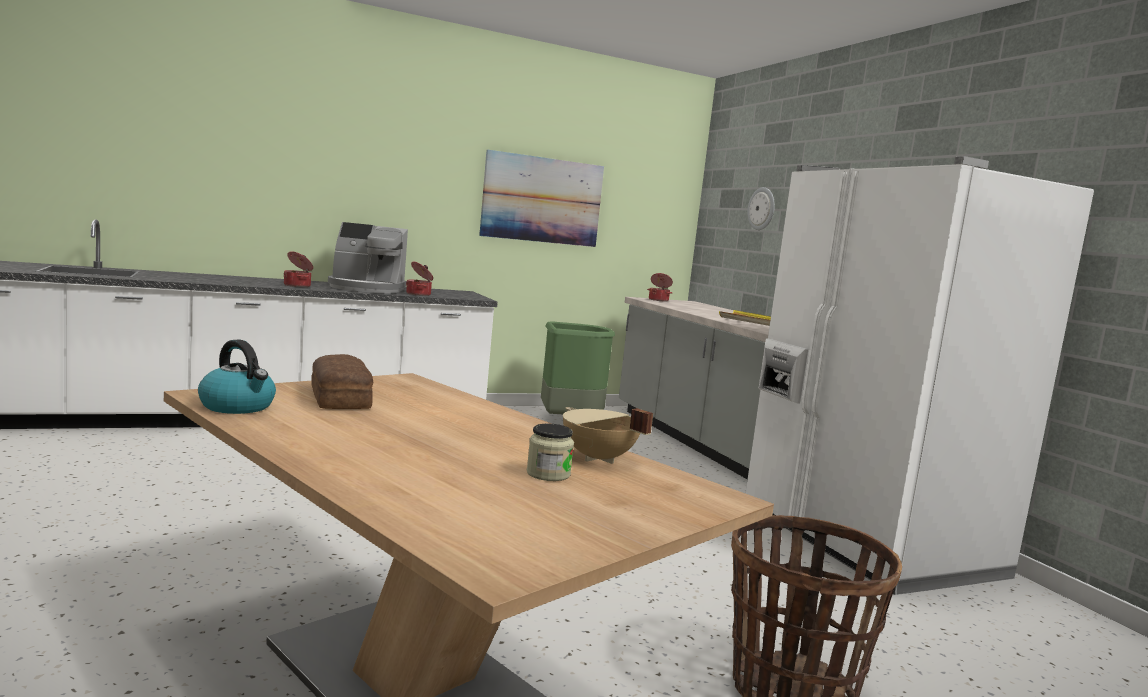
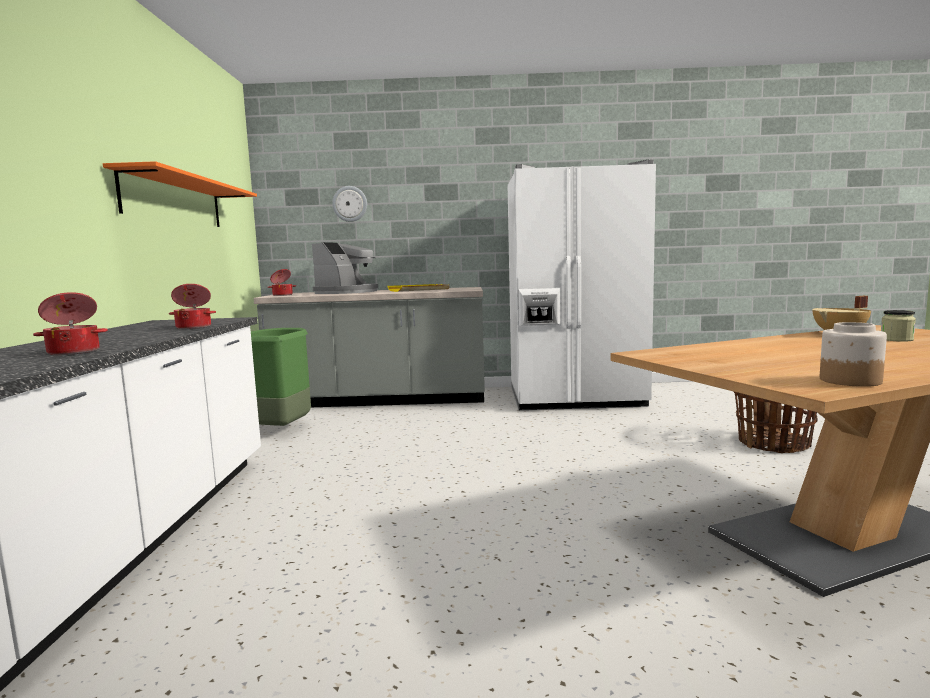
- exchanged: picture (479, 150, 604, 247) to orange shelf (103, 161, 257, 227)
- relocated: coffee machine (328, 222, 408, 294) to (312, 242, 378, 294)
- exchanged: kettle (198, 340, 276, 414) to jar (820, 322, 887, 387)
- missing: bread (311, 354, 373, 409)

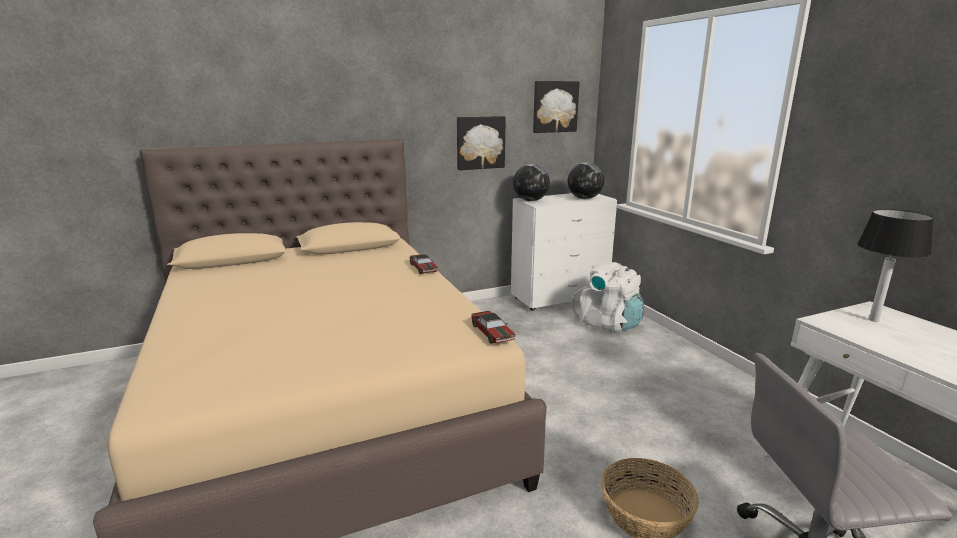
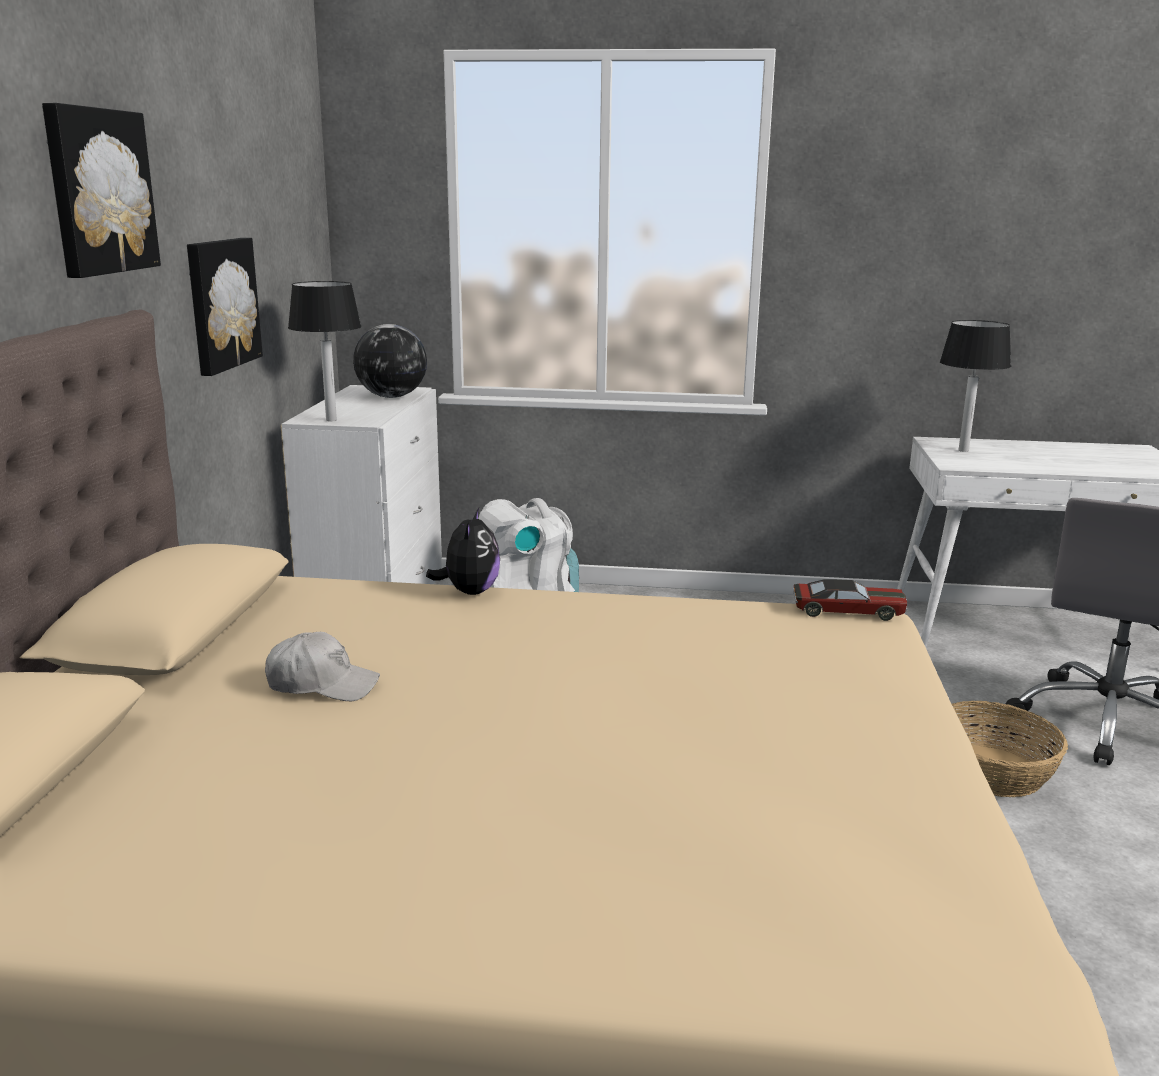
- relocated: picture (533, 81, 579, 133) to (42, 103, 161, 278)
- exchanged: globe (513, 164, 550, 201) to table lamp (288, 281, 362, 421)
- exchanged: toy car (410, 254, 438, 274) to plush toy (426, 508, 500, 595)
- appeared: white cap (265, 632, 380, 701)

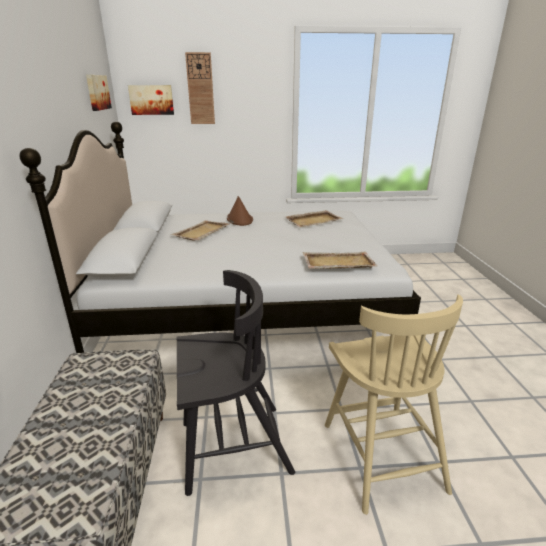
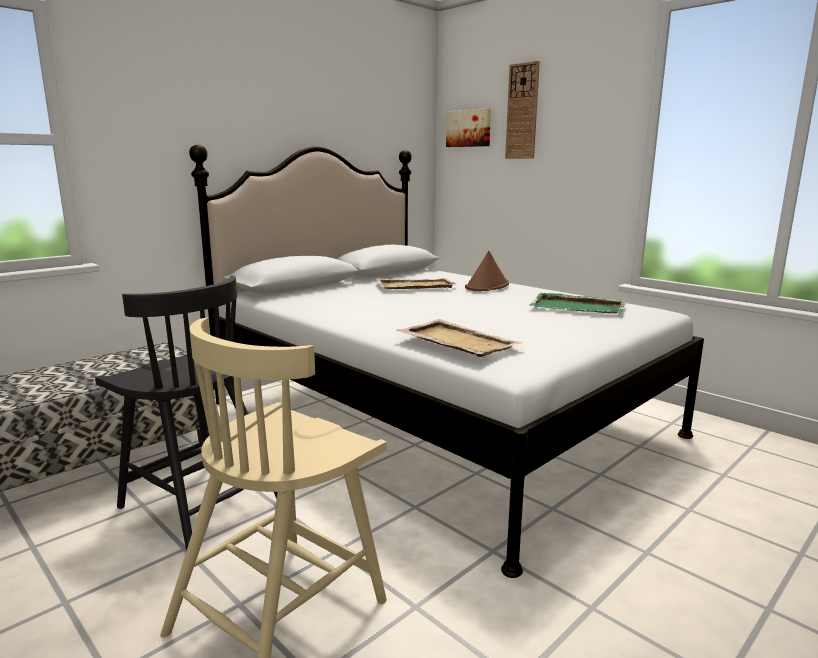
- missing: picture (86, 75, 112, 111)
- colour: beige tray (285, 210, 343, 227) to green tray (529, 293, 627, 313)

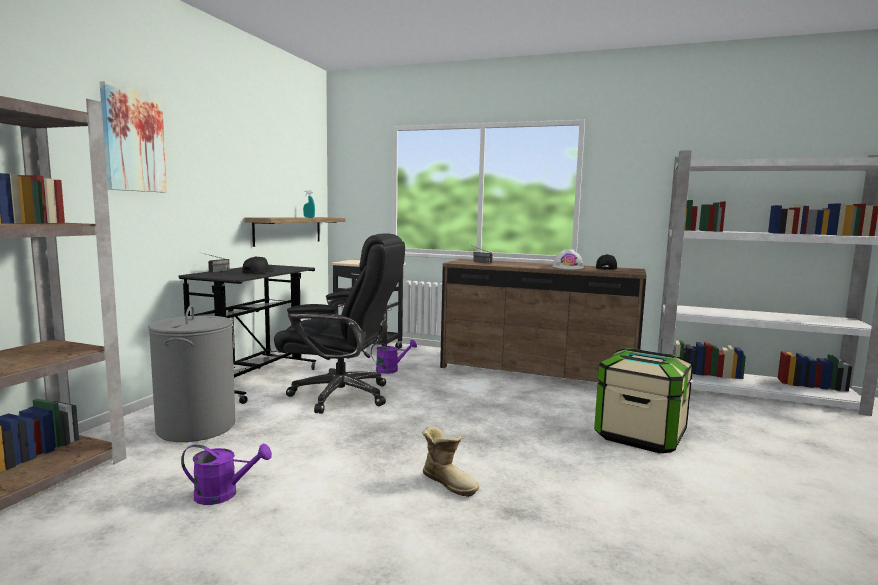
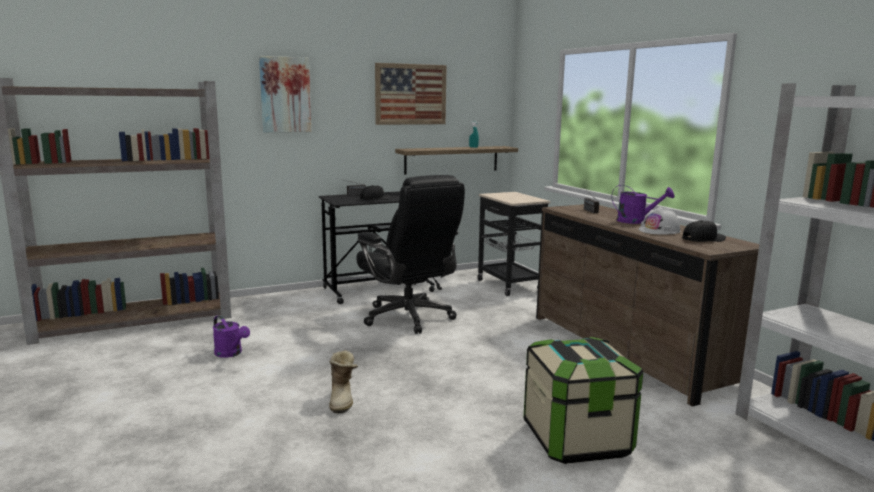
- missing: grey laundry basket (148, 305, 235, 442)
- relocated: purple watering can (371, 339, 417, 374) to (612, 185, 675, 224)
- appeared: picture (375, 63, 447, 125)

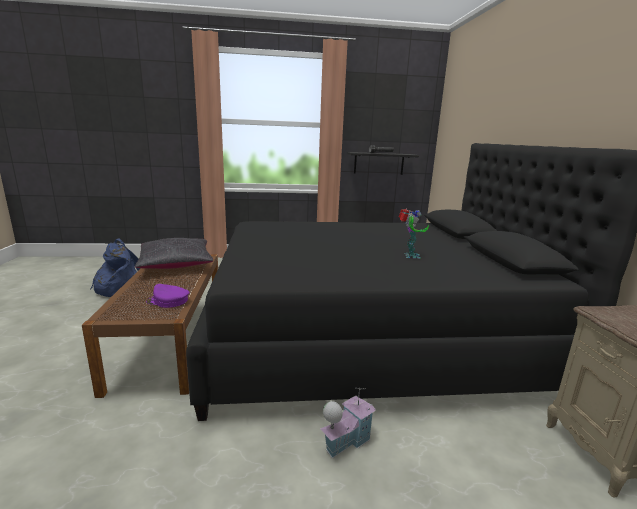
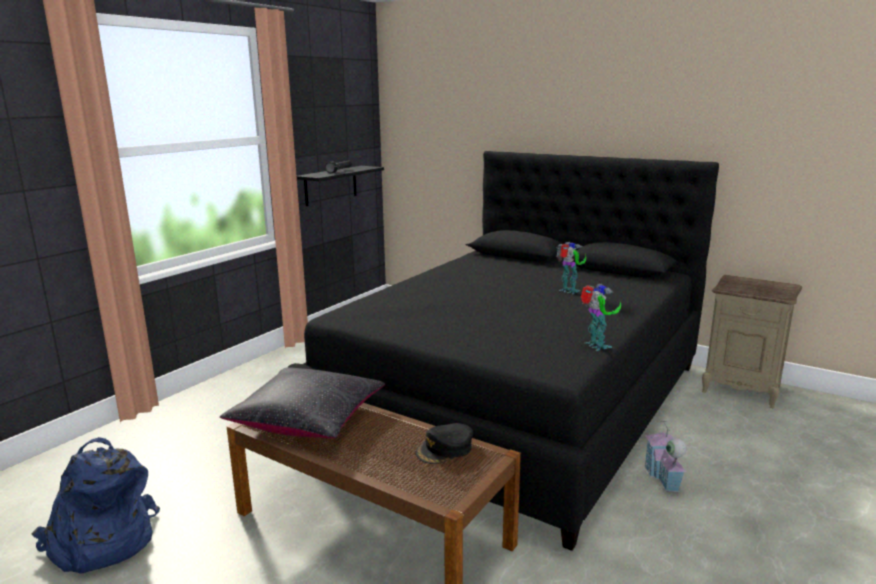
- colour: purple cap (146, 284, 189, 308) to black cap (415, 423, 473, 464)
- appeared: toy robot (580, 284, 621, 351)

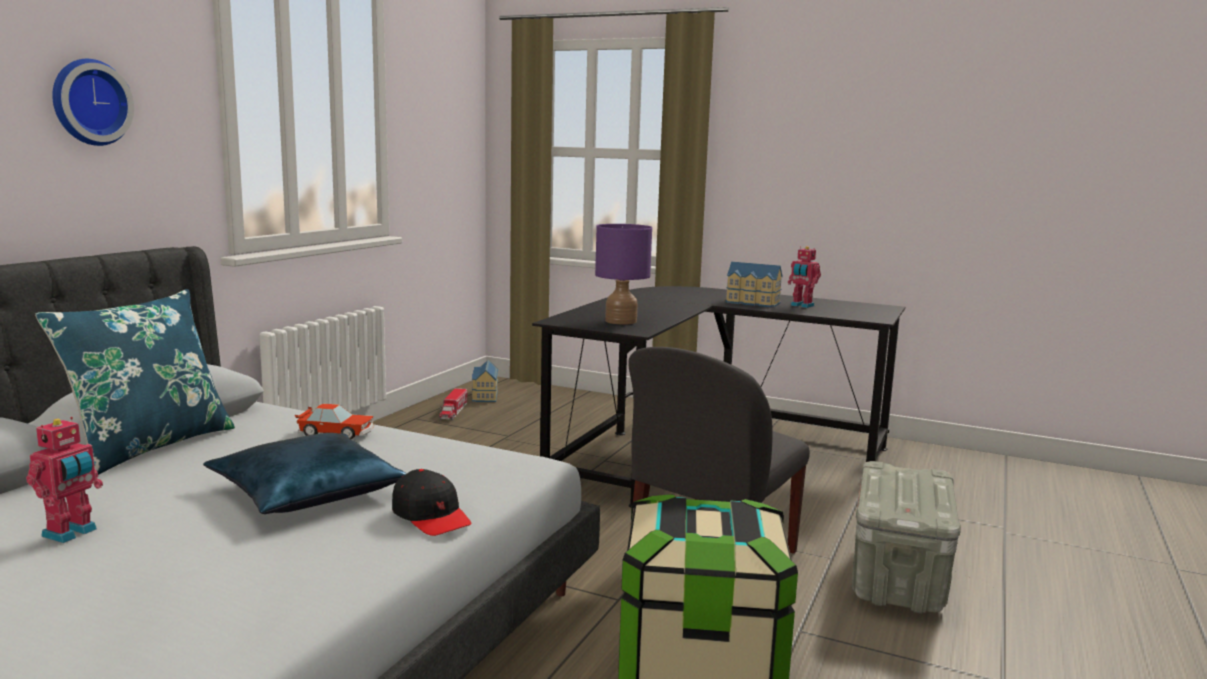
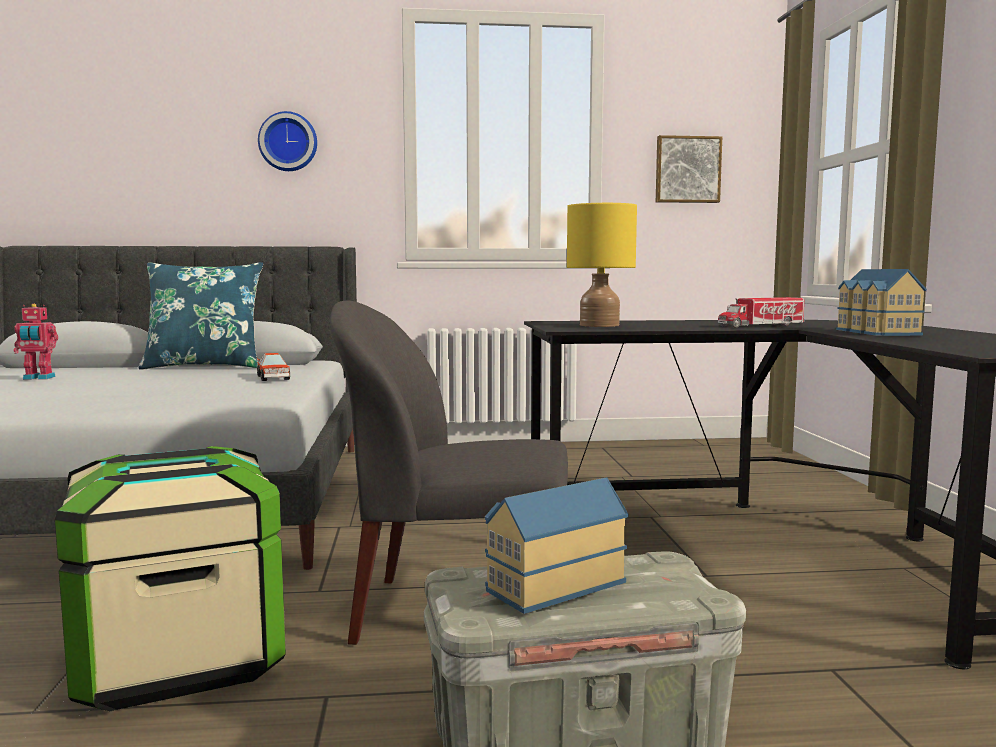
- colour: purple table lamp (595, 224, 652, 325) to yellow table lamp (567, 203, 637, 327)
- missing: toy robot (788, 246, 821, 308)
- relocated: toy house (472, 360, 498, 402) to (485, 478, 628, 614)
- relocated: toy truck (439, 388, 467, 420) to (718, 297, 805, 328)
- missing: blue pillow (203, 433, 406, 514)
- missing: black cap (392, 469, 471, 536)
- appeared: picture (656, 135, 722, 203)

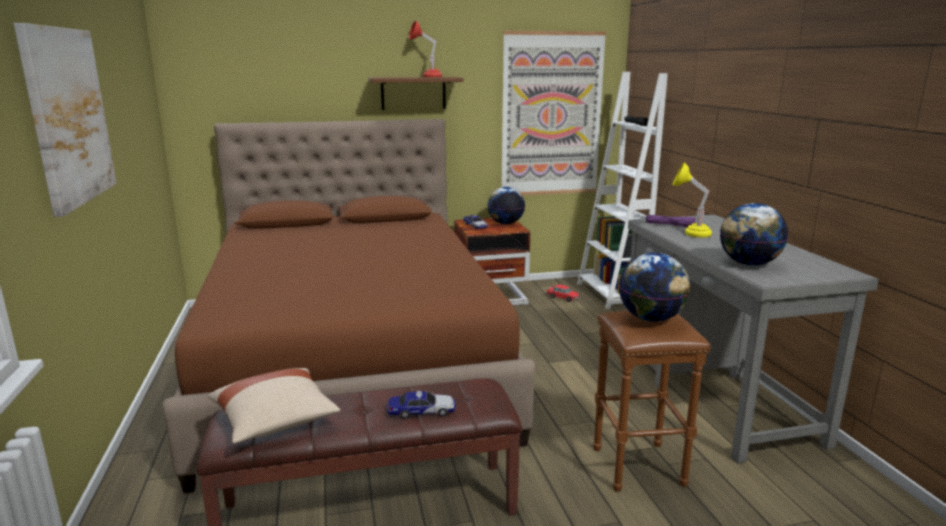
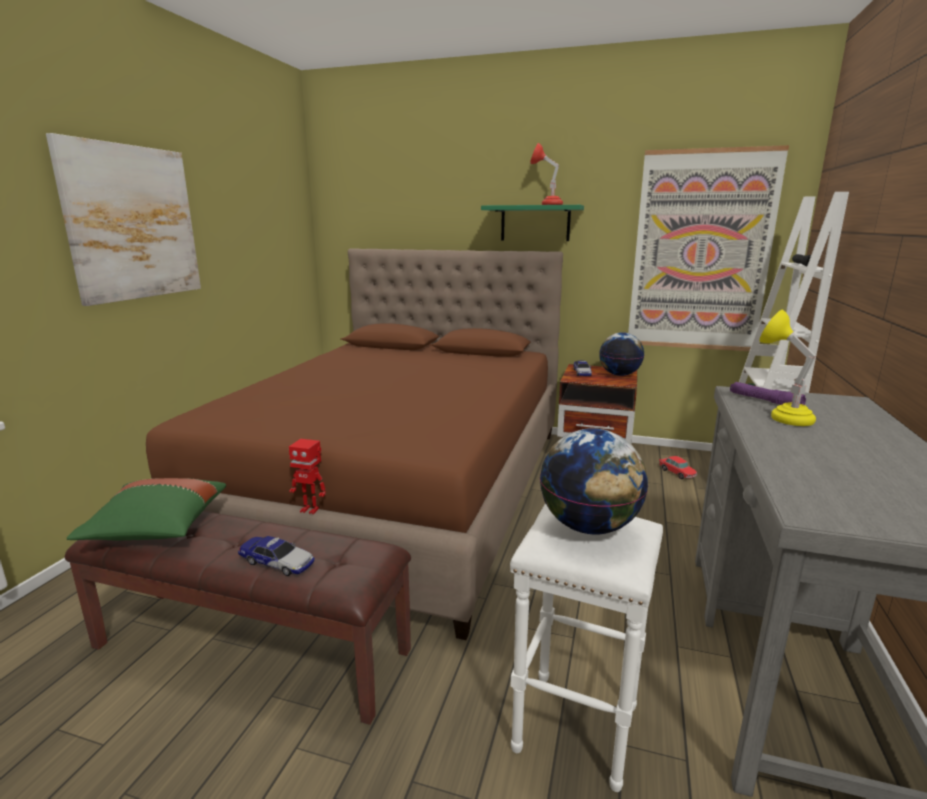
- colour: brown shelf (369, 77, 463, 110) to green shelf (481, 205, 584, 241)
- missing: globe (720, 203, 788, 266)
- colour: brown stool (593, 311, 711, 492) to white stool (510, 503, 663, 792)
- colour: beige pillow (208, 368, 341, 444) to green pillow (66, 478, 226, 541)
- appeared: toy robot (289, 439, 326, 514)

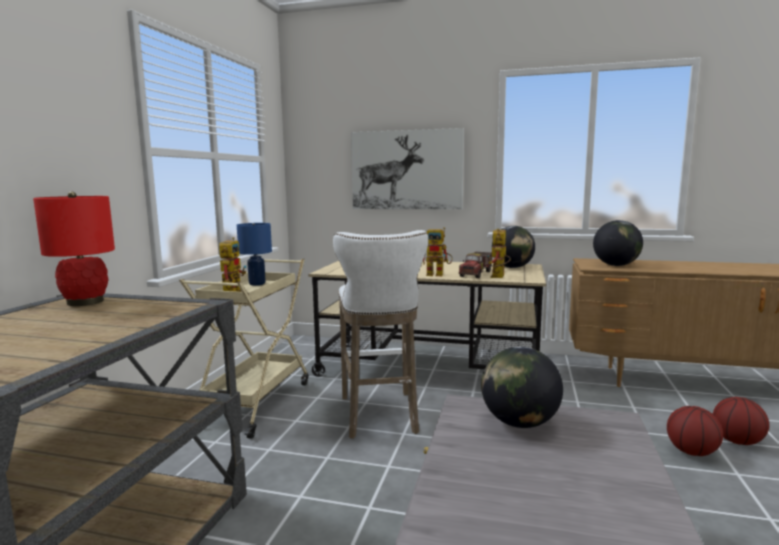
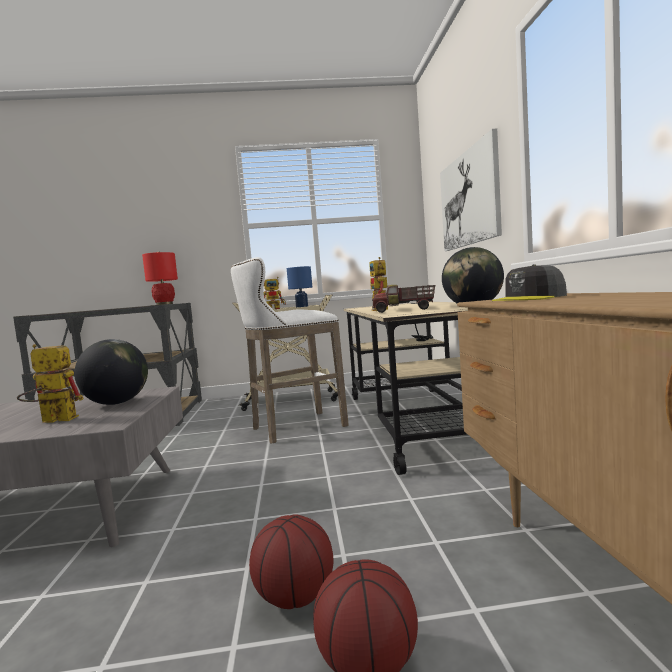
- exchanged: globe (593, 220, 643, 266) to grey cap (492, 264, 567, 301)
- relocated: toy robot (487, 229, 511, 278) to (17, 344, 84, 423)

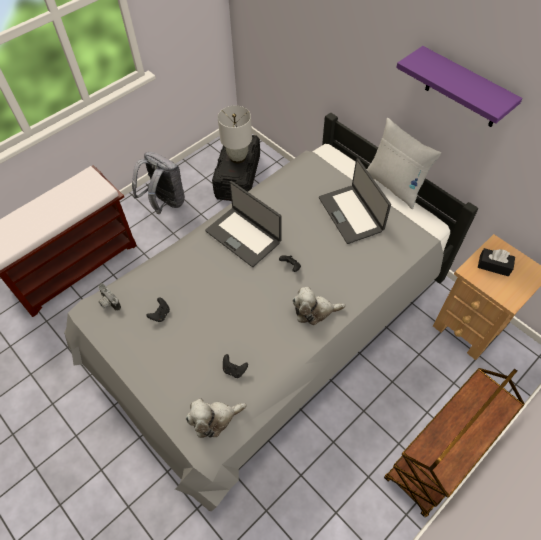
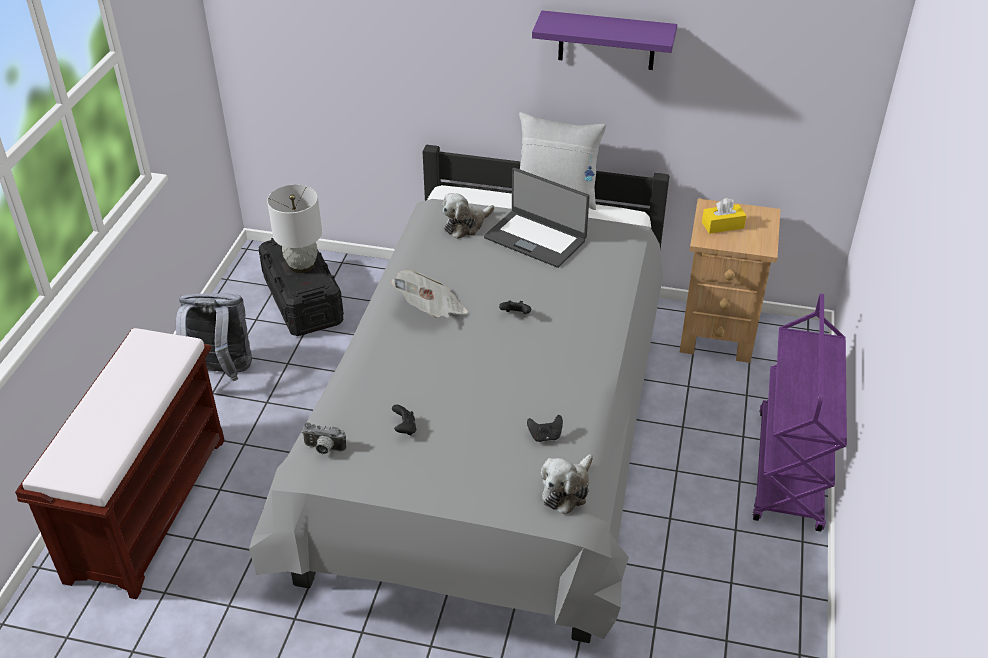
- exchanged: laptop (205, 181, 282, 267) to newspaper (391, 270, 468, 318)
- colour: black tissue box (478, 248, 515, 276) to yellow tissue box (702, 198, 747, 234)
- relocated: plush toy (292, 287, 346, 325) to (442, 193, 494, 239)
- colour: brown cart (384, 368, 525, 518) to purple cart (752, 293, 847, 532)

